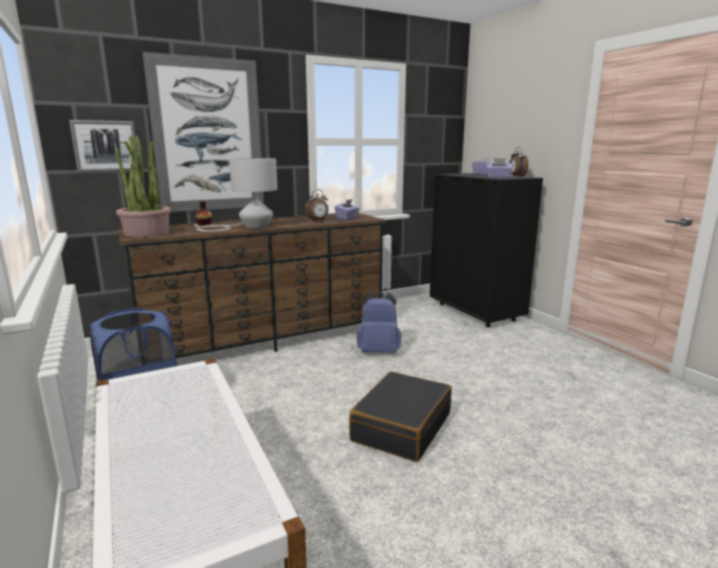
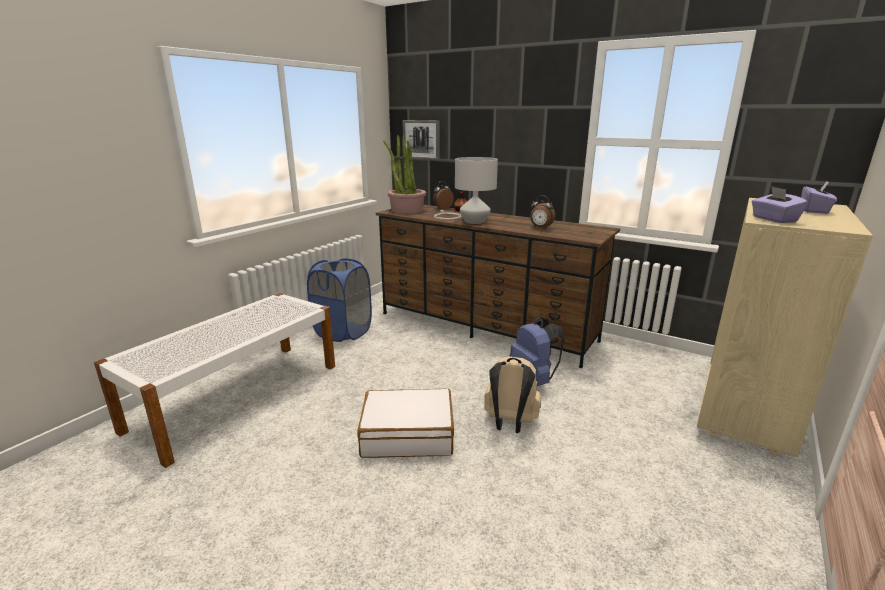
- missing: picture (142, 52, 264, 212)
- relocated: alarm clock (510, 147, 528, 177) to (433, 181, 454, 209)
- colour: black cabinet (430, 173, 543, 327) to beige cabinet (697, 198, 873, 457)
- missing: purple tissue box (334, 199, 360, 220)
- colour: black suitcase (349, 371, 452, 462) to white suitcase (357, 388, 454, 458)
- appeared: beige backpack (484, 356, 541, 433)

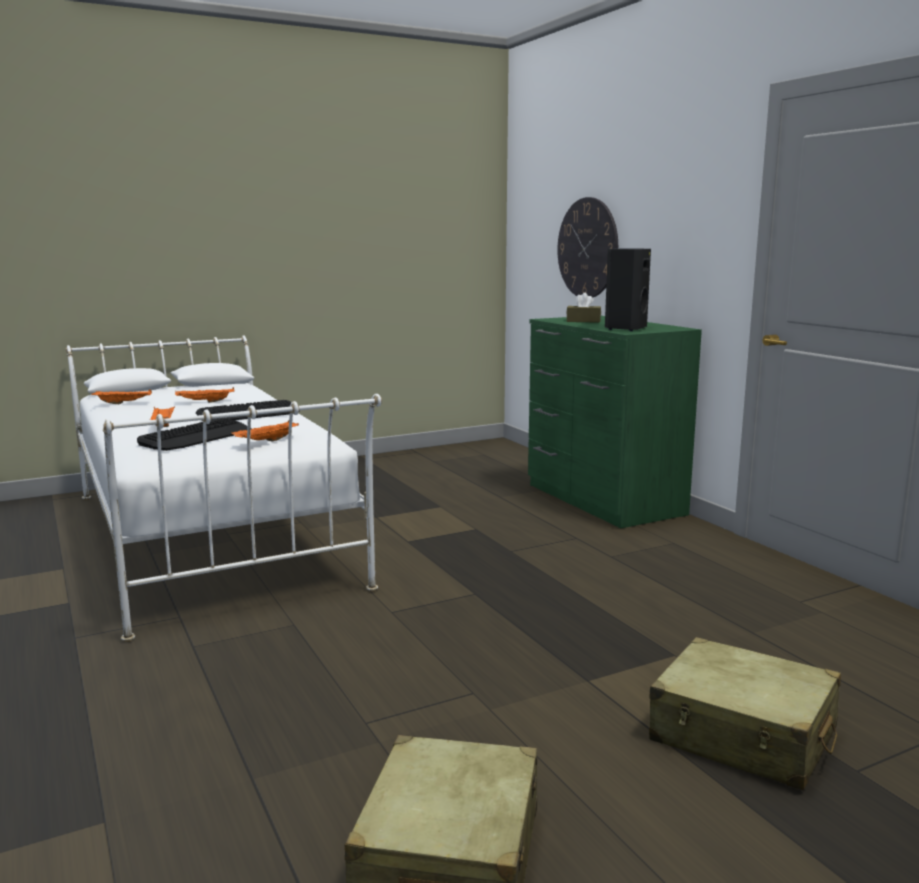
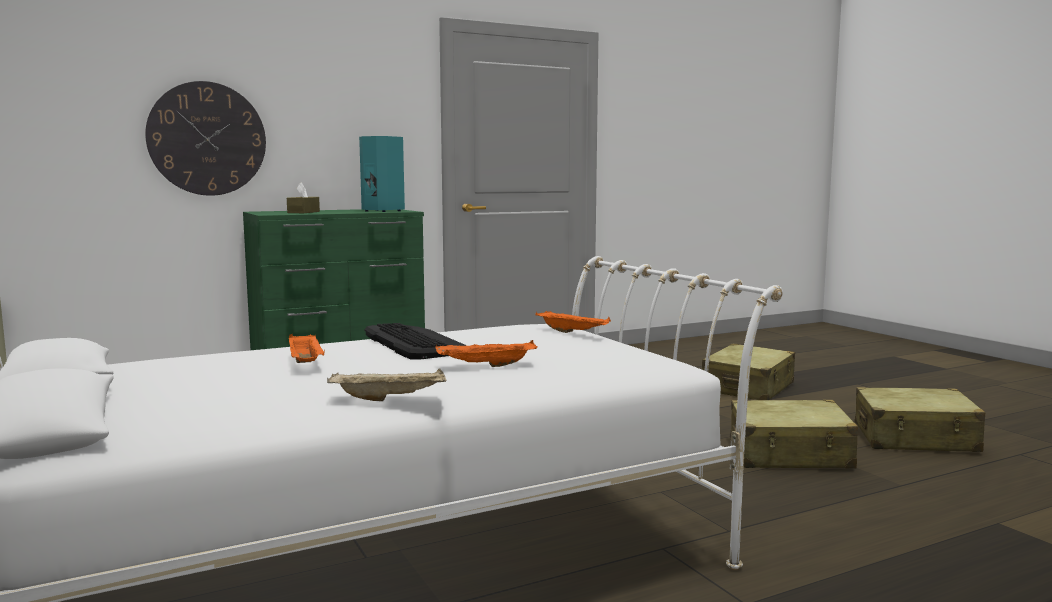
- colour: black speaker (605, 249, 651, 331) to turquoise speaker (359, 136, 405, 212)
- missing: orange tray (91, 389, 152, 404)
- missing: keyboard (137, 418, 252, 451)
- appeared: beige tray (327, 368, 446, 401)
- appeared: beige suitcase (731, 400, 858, 469)

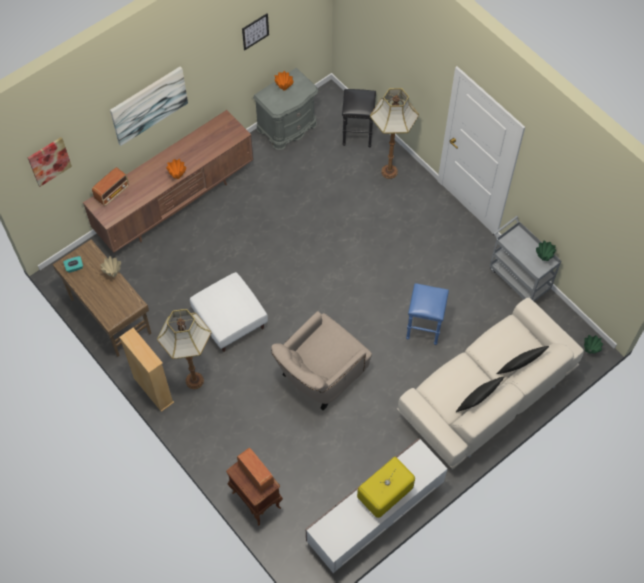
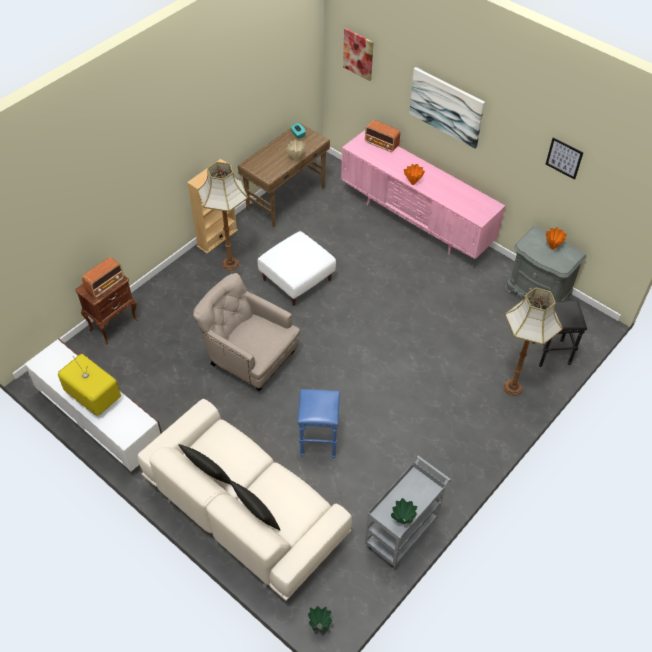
- colour: brown cabinet (83, 110, 253, 253) to pink cabinet (341, 130, 505, 259)

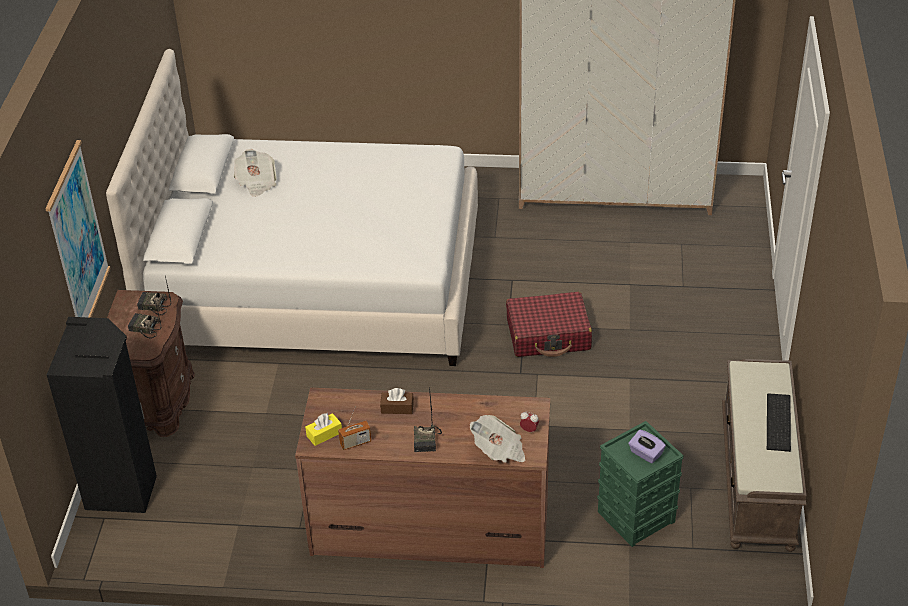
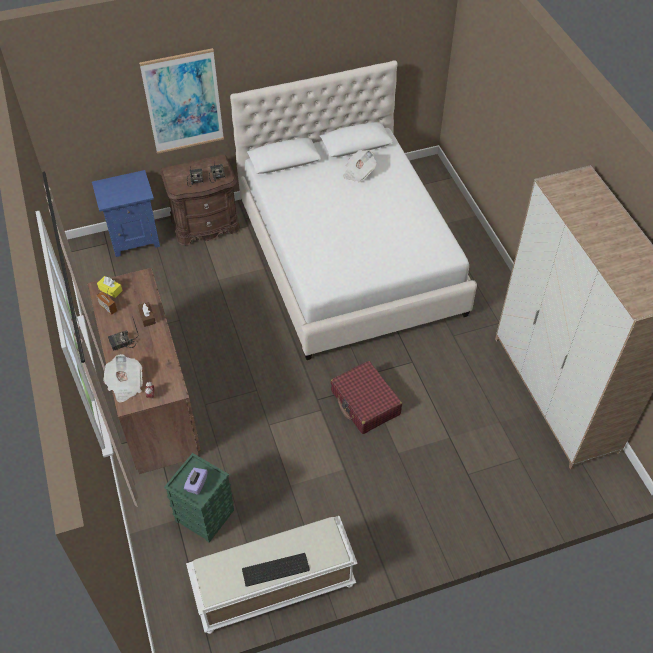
- exchanged: black cabinet (47, 317, 157, 513) to blue nightstand (92, 170, 160, 257)
- colour: brown bench (722, 359, 807, 552) to white bench (186, 516, 358, 634)

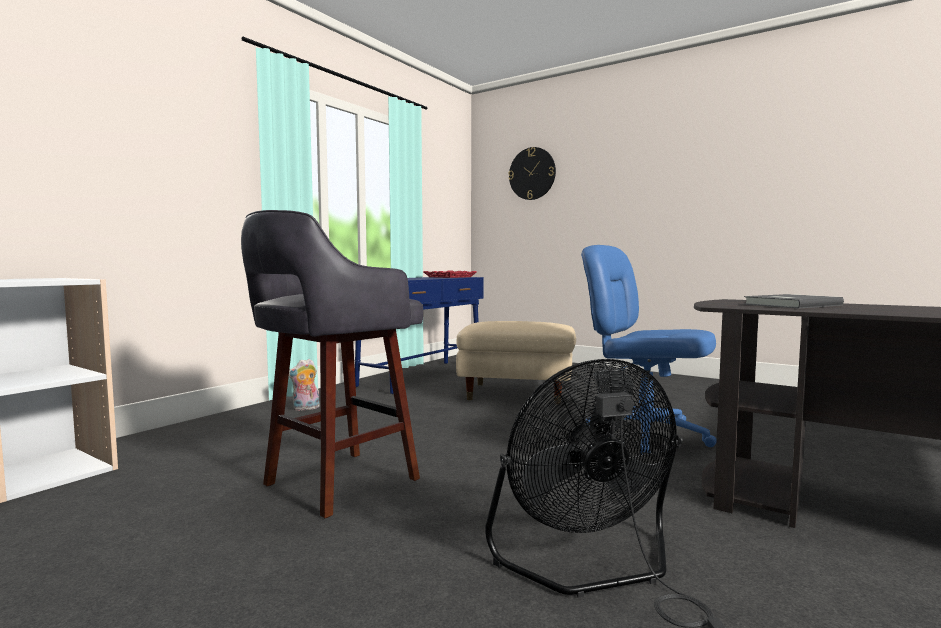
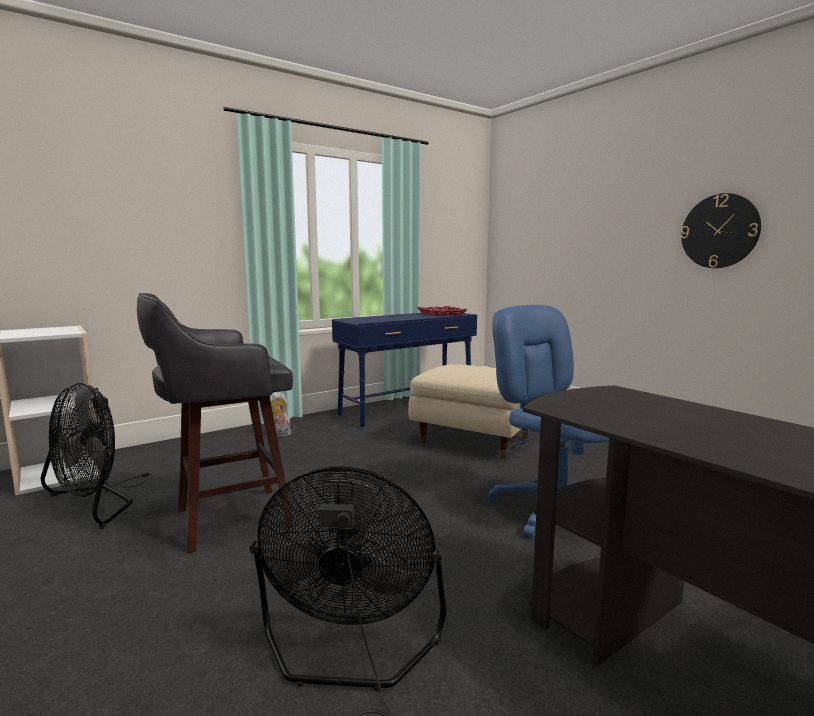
- relocated: wall clock (508, 147, 556, 200) to (681, 193, 761, 268)
- missing: grey book (744, 294, 844, 309)
- appeared: black fan (41, 383, 151, 529)

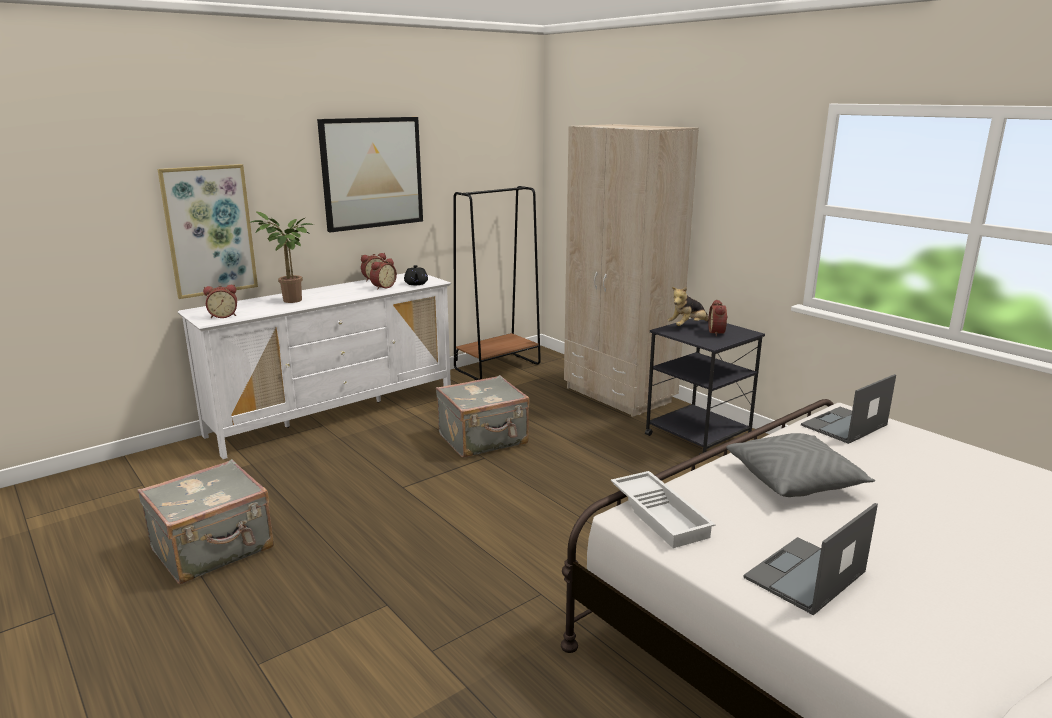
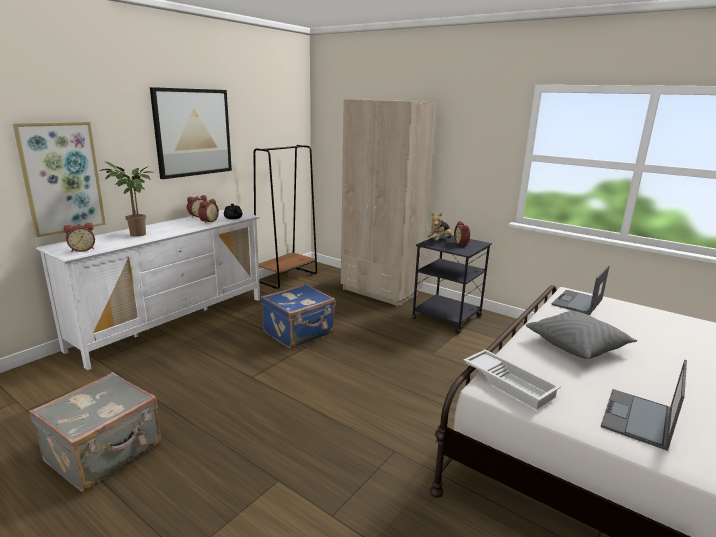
- colour: grey suitcase (436, 375, 529, 458) to blue suitcase (261, 284, 335, 348)

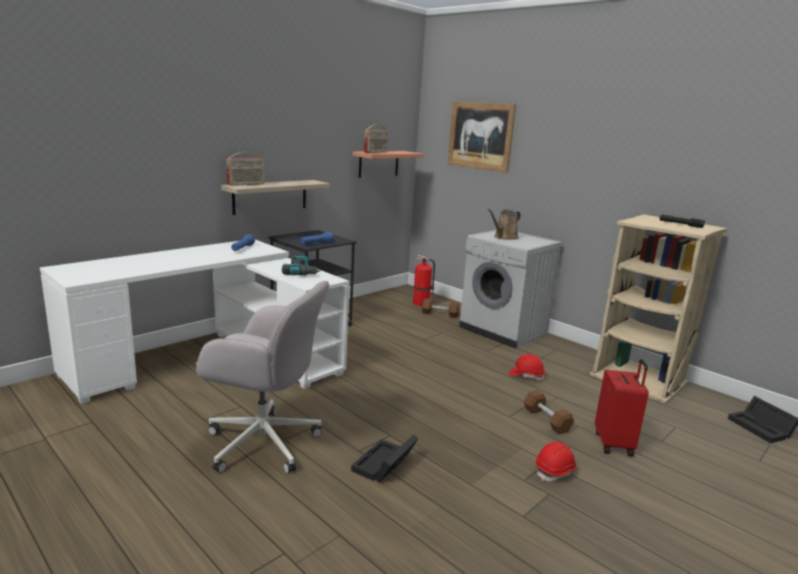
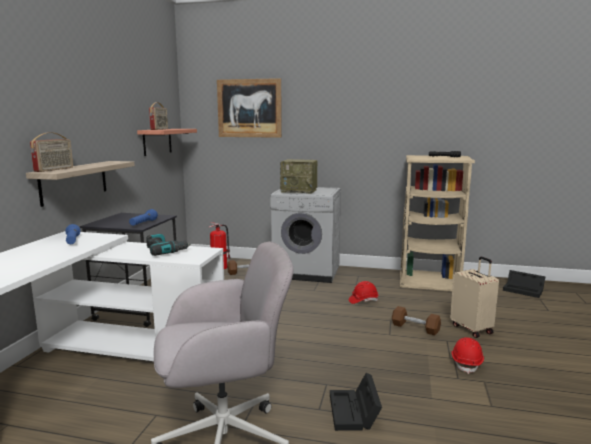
- exchanged: brown watering can (488, 209, 521, 240) to radio (280, 159, 318, 194)
- colour: red suitcase (595, 359, 649, 457) to beige suitcase (450, 257, 499, 338)

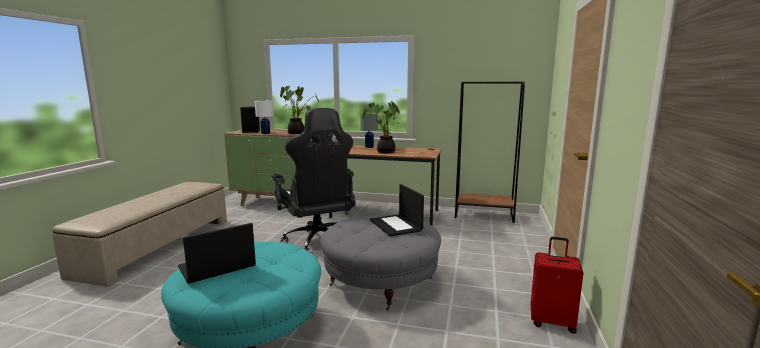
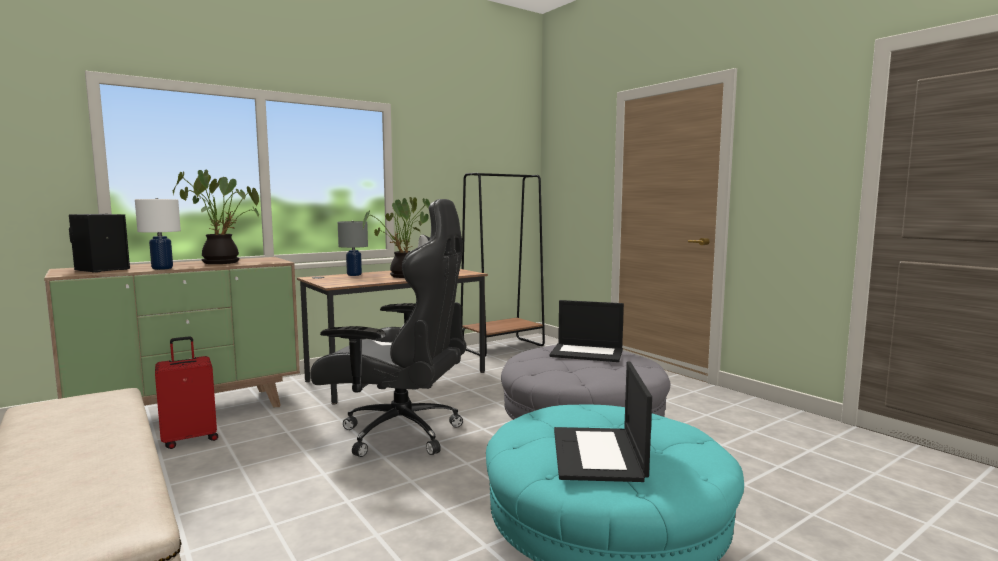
- relocated: red suitcase (531, 237, 583, 334) to (155, 336, 218, 449)

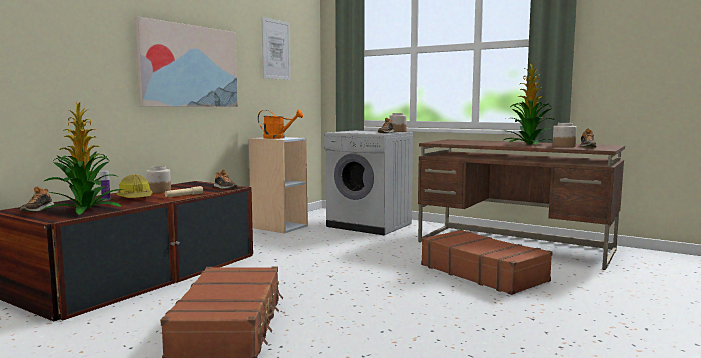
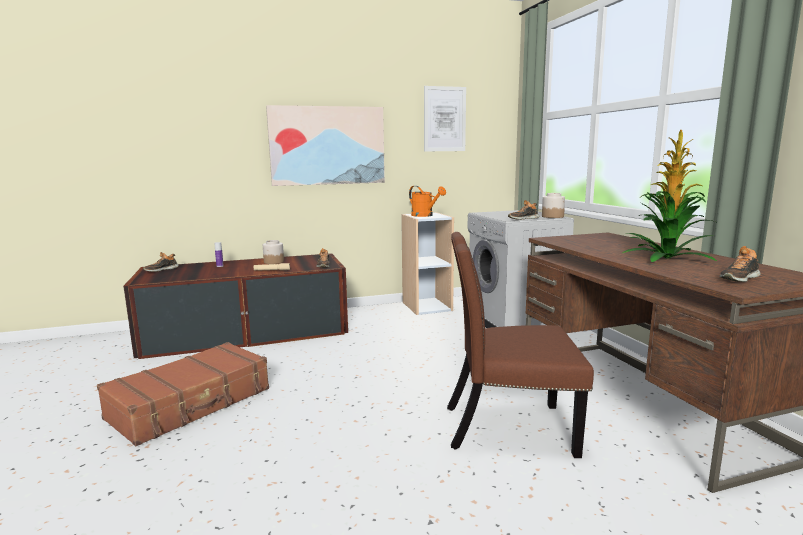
- missing: potted plant (42, 102, 124, 215)
- missing: jar (553, 123, 577, 147)
- missing: hard hat (117, 174, 153, 198)
- exchanged: brown suitcase (421, 230, 553, 295) to brown chair (447, 232, 594, 458)

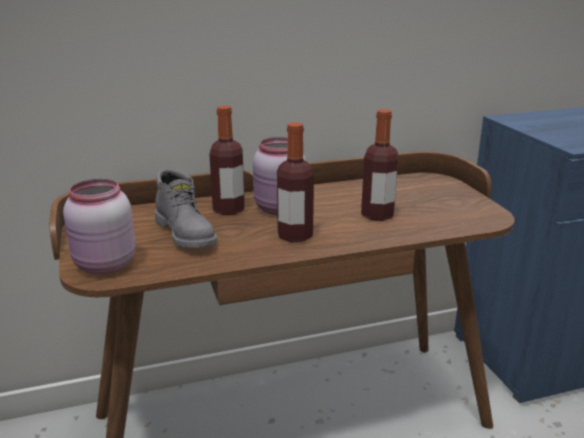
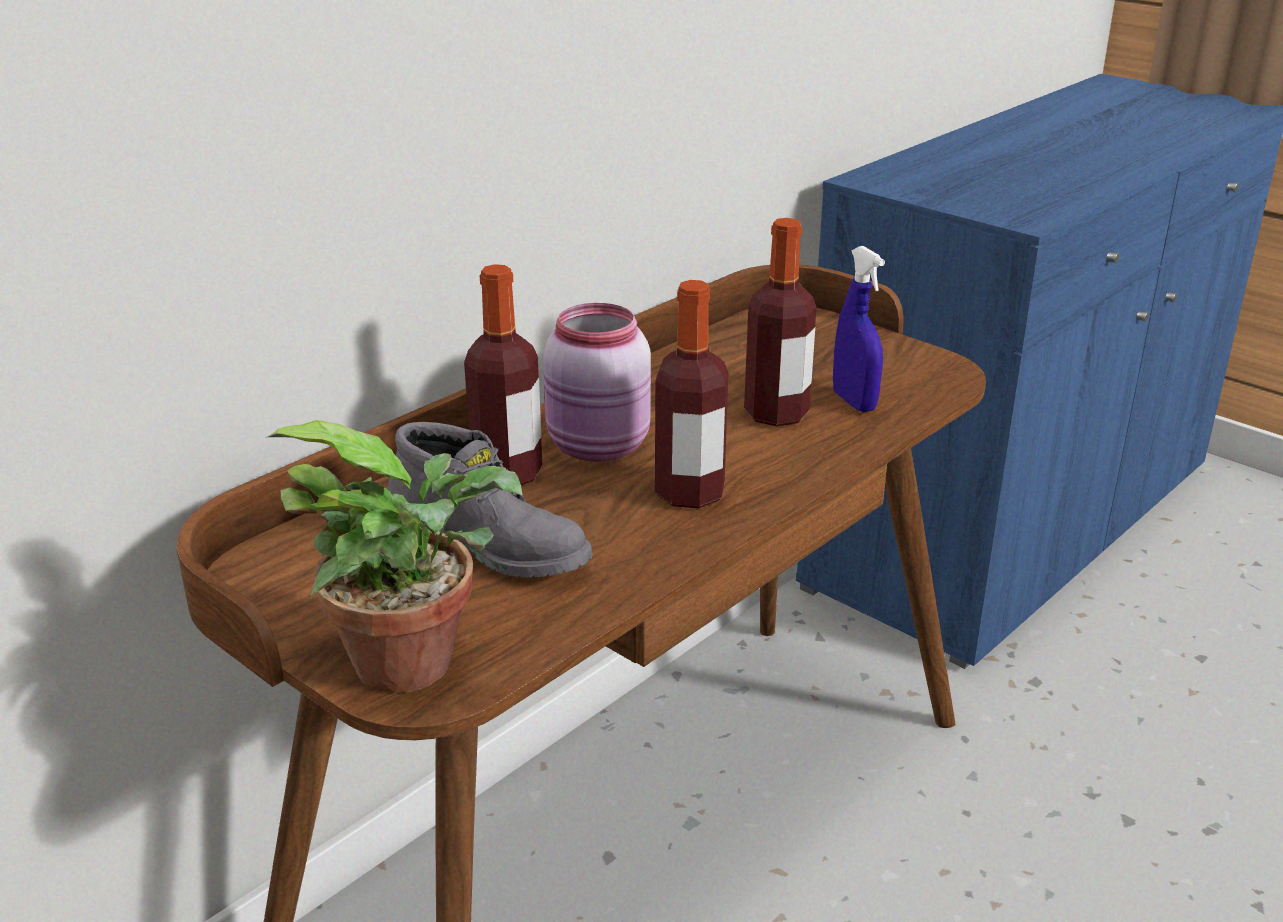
- exchanged: pink jar (63, 179, 136, 274) to potted plant (265, 420, 523, 693)
- appeared: blue spray bottle (833, 246, 885, 412)

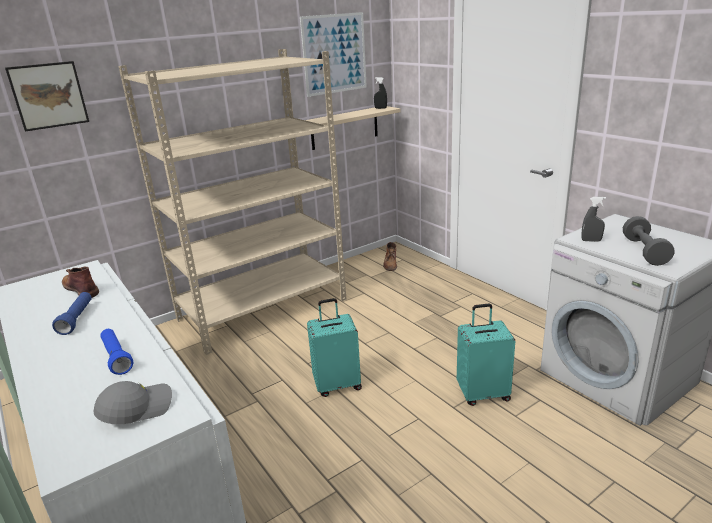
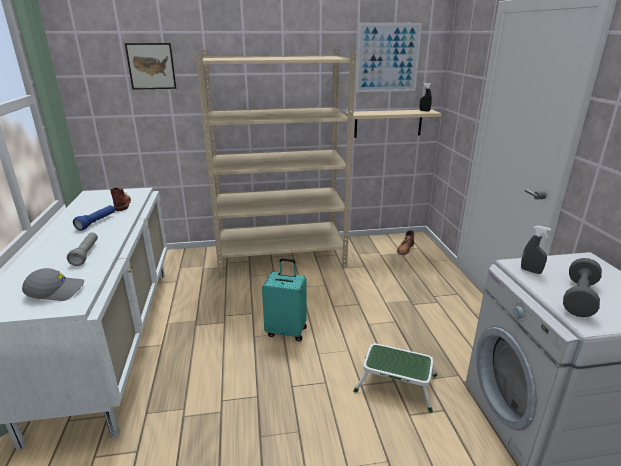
- exchanged: turquoise suitcase (457, 304, 515, 406) to green step ladder (353, 343, 438, 413)
- colour: blue flashlight (100, 329, 133, 375) to grey flashlight (67, 232, 98, 266)

